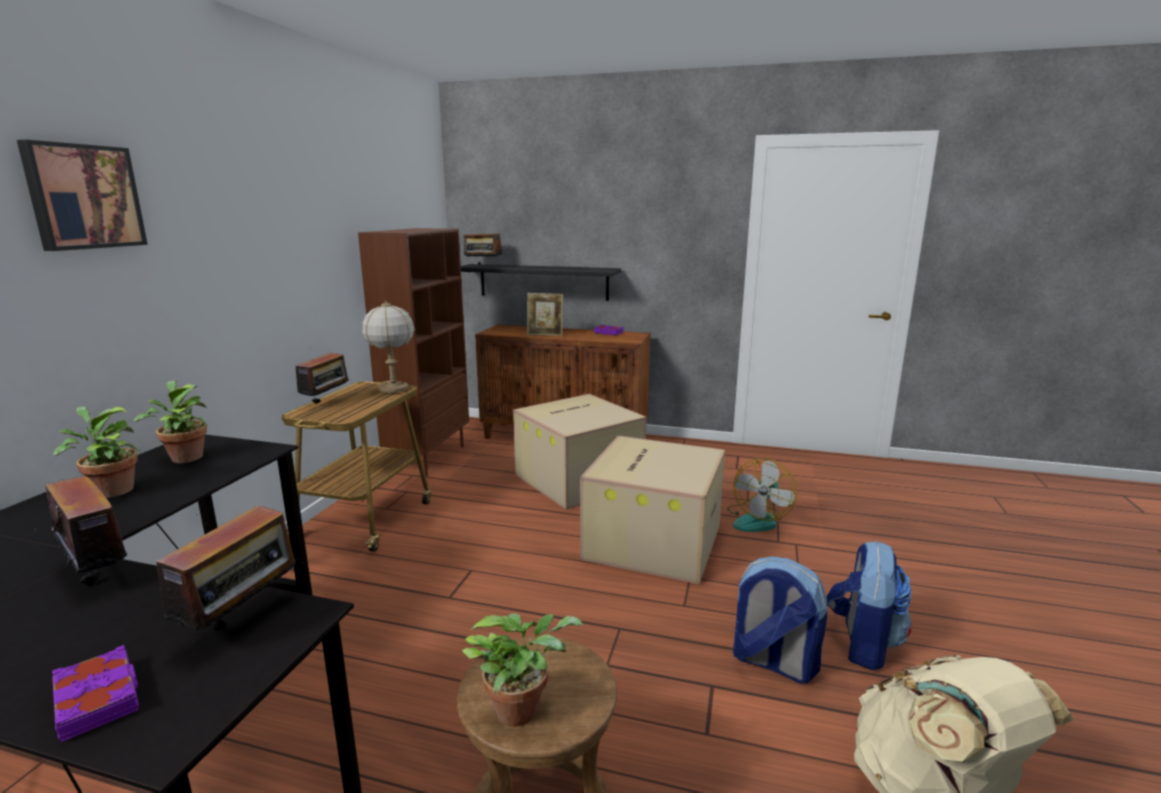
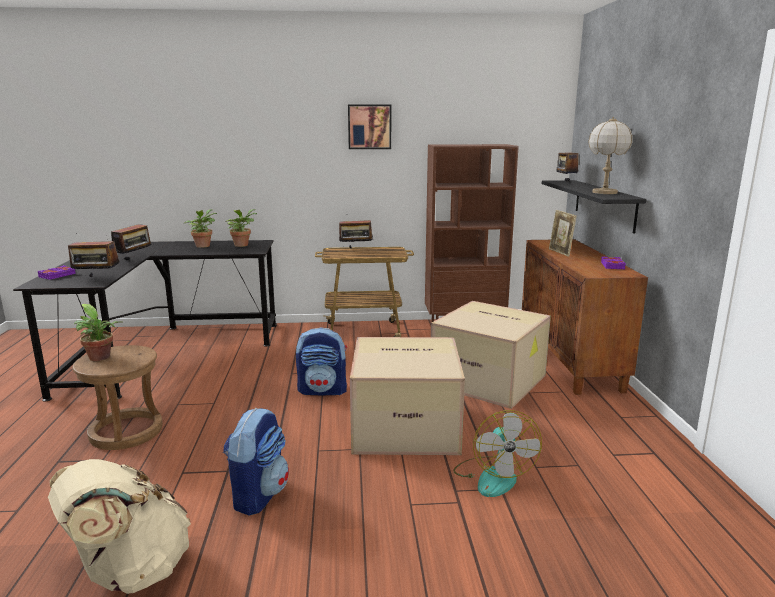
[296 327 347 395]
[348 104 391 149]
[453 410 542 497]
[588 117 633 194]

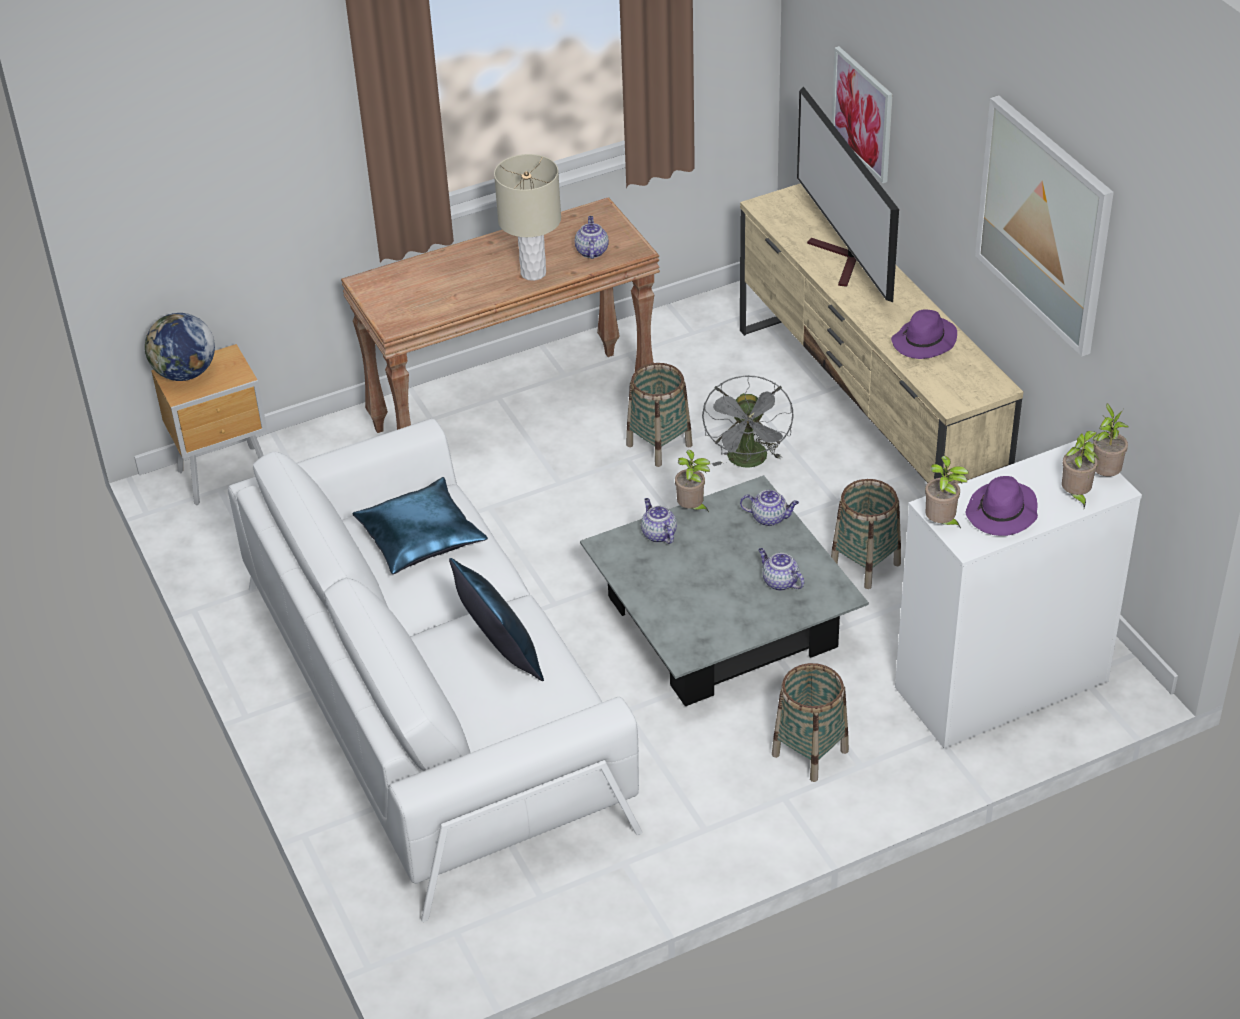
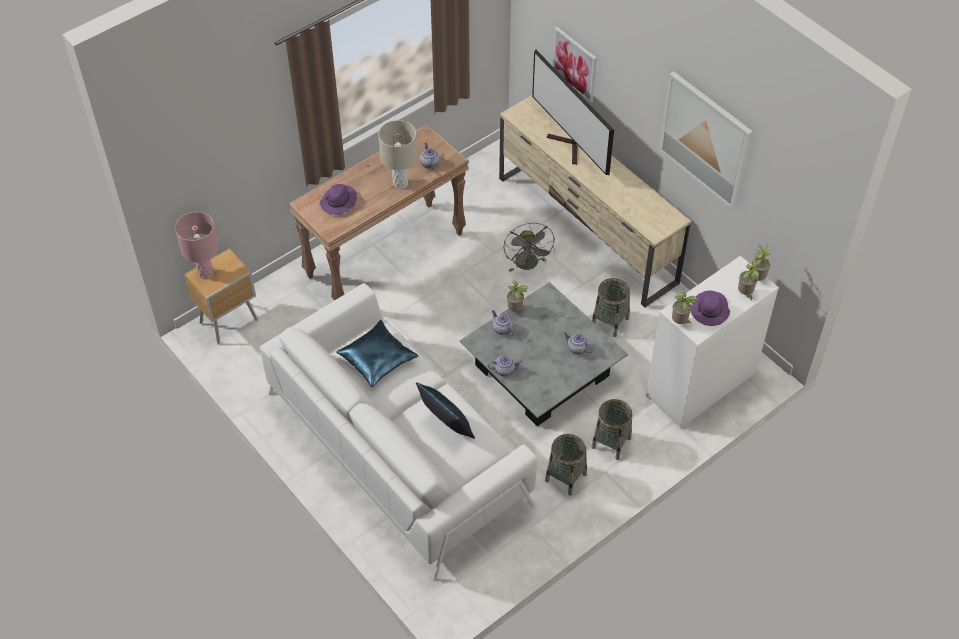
[175 212 219 279]
[320 184 357 215]
[488 356 522 376]
[545 434 587 496]

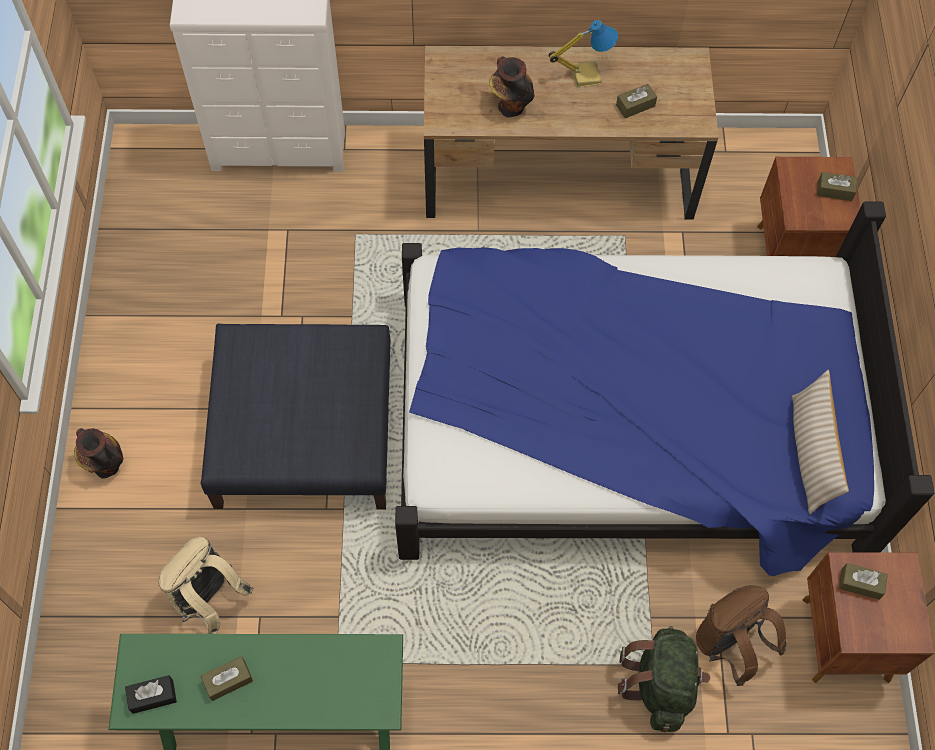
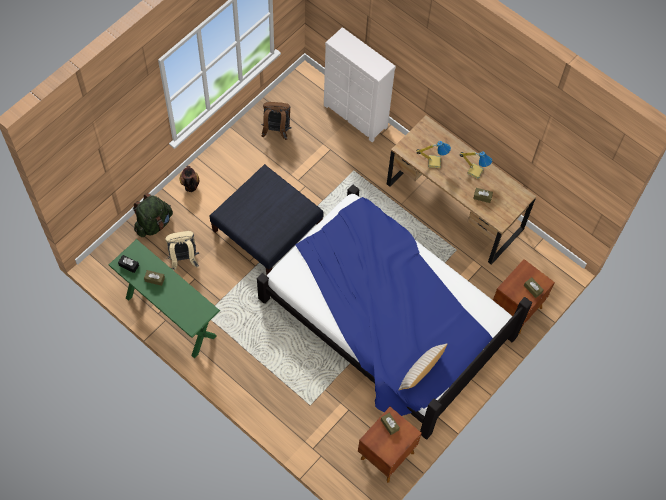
[133 193 173 237]
[261 102 291 140]
[416 141 451 168]

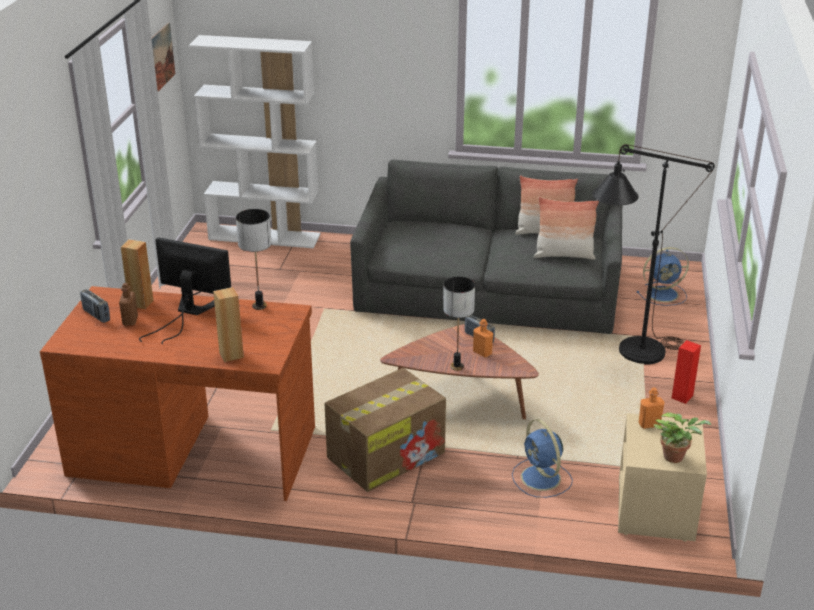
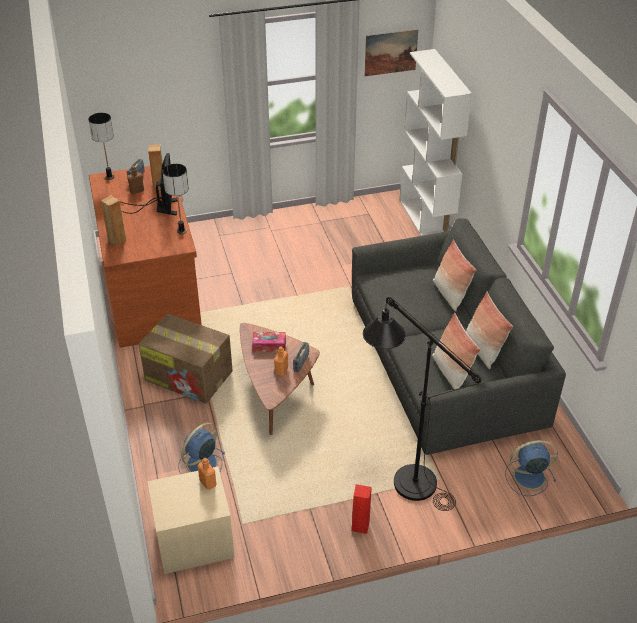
[88 113 114 180]
[252 332 286 352]
[433 239 477 312]
[505 440 558 496]
[654 412 711 463] (first image)

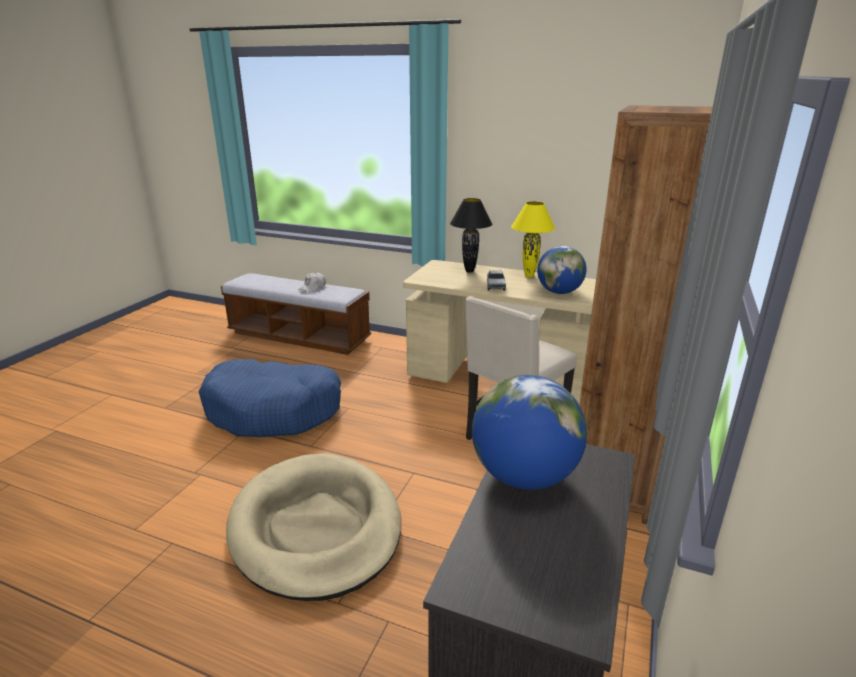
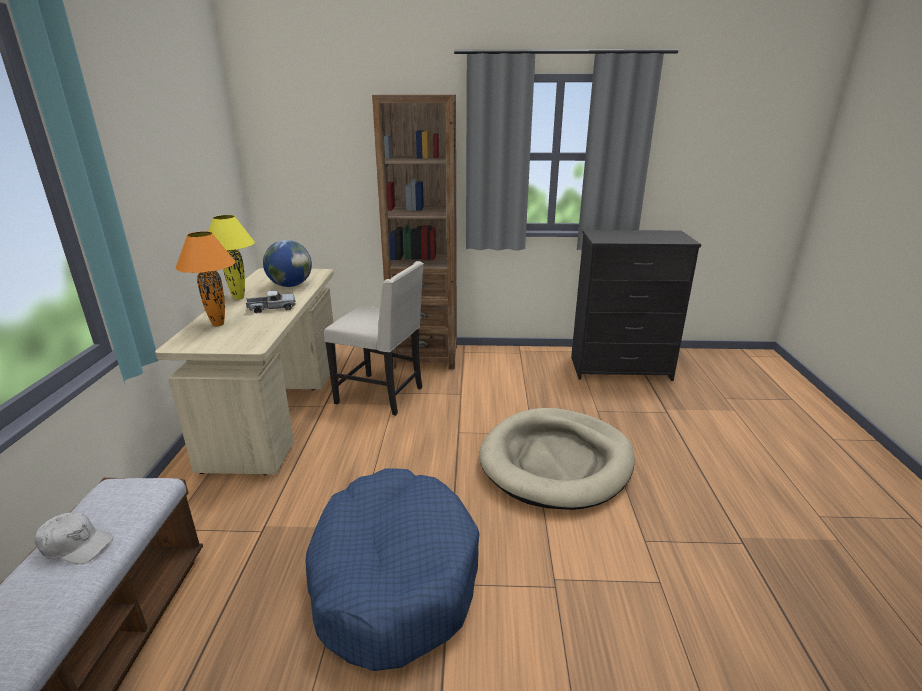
[175 231 235 326]
[472 375 587 490] (first image)

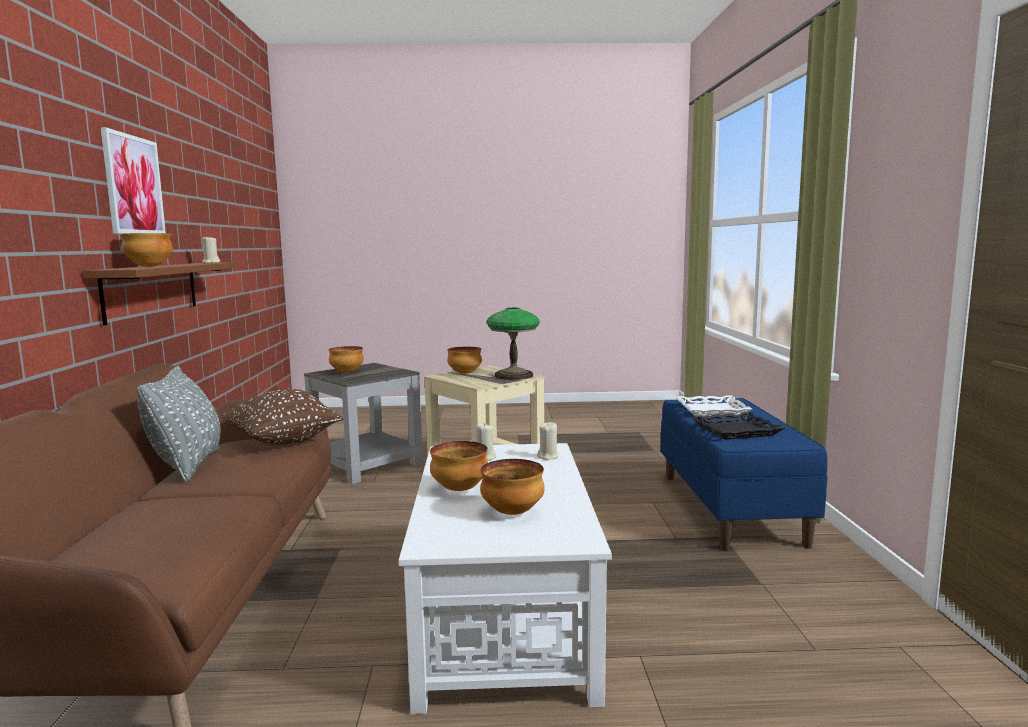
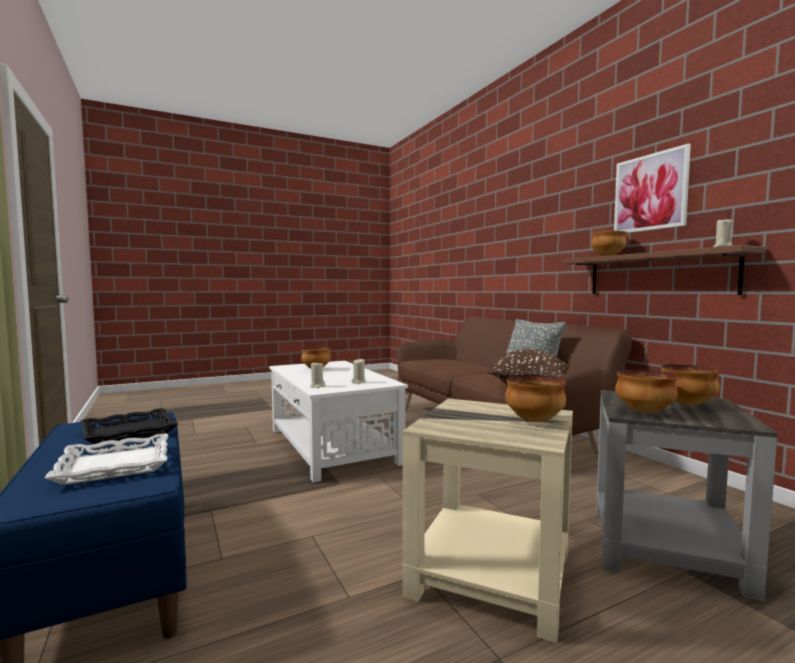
[615 369 678 413]
[487 308 540 380] (first image)

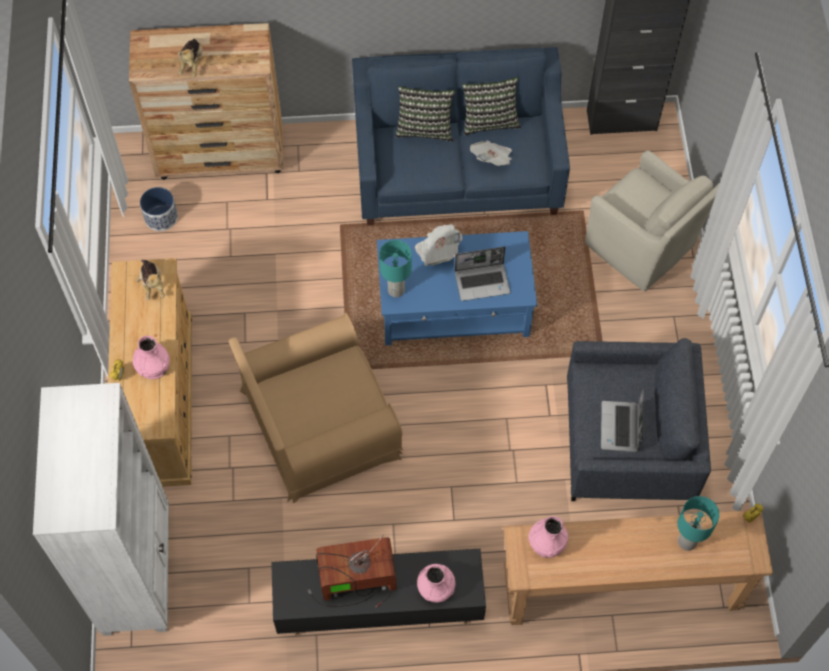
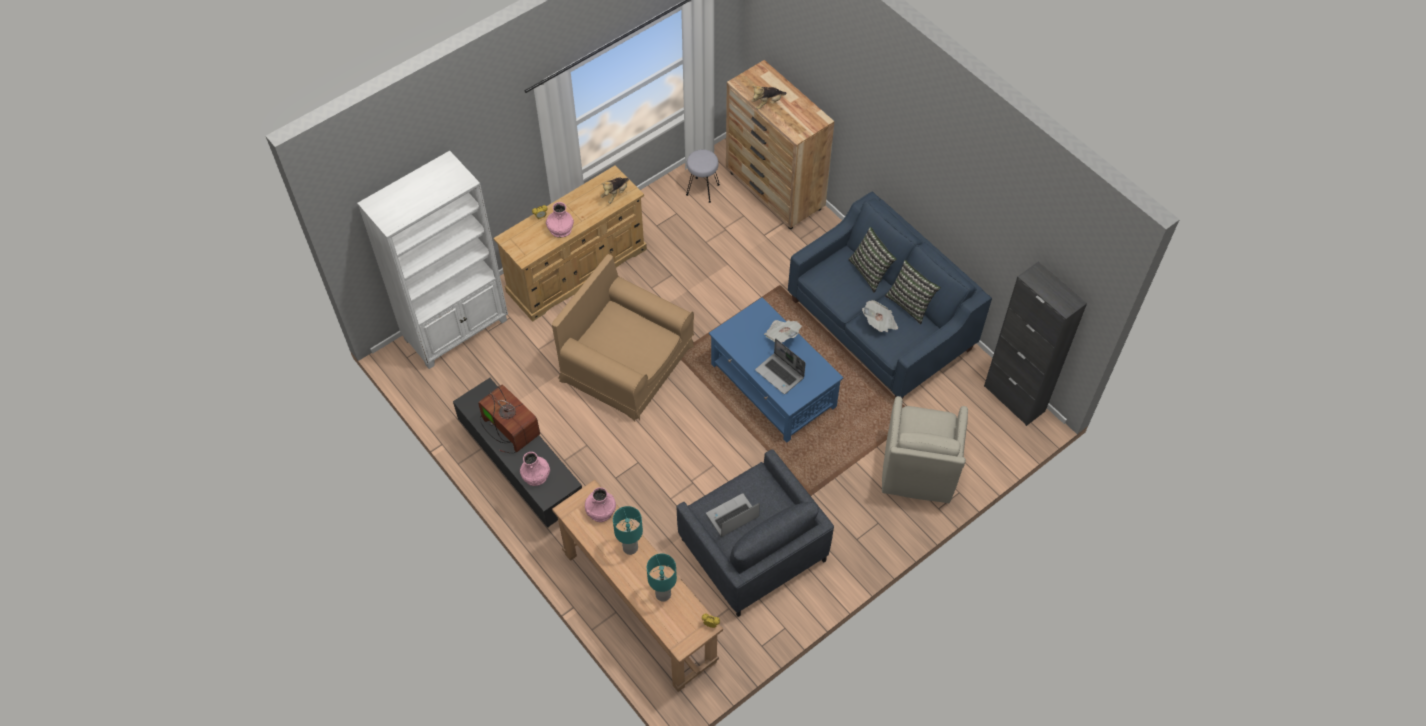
[613 506 643 555]
[686 149 720 203]

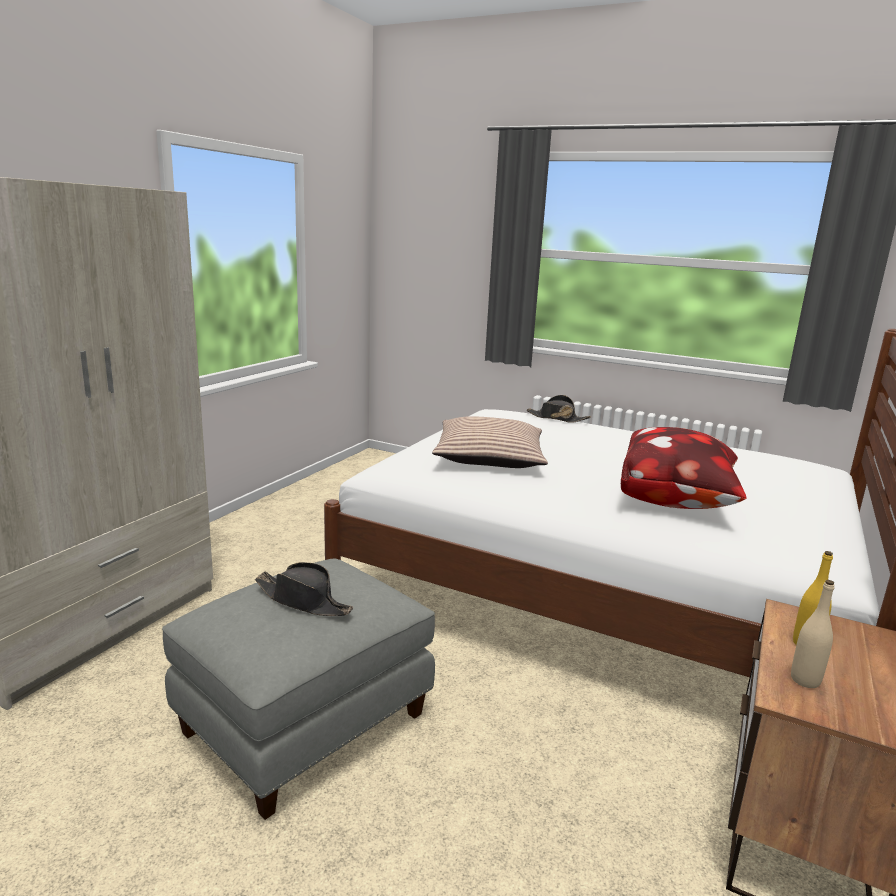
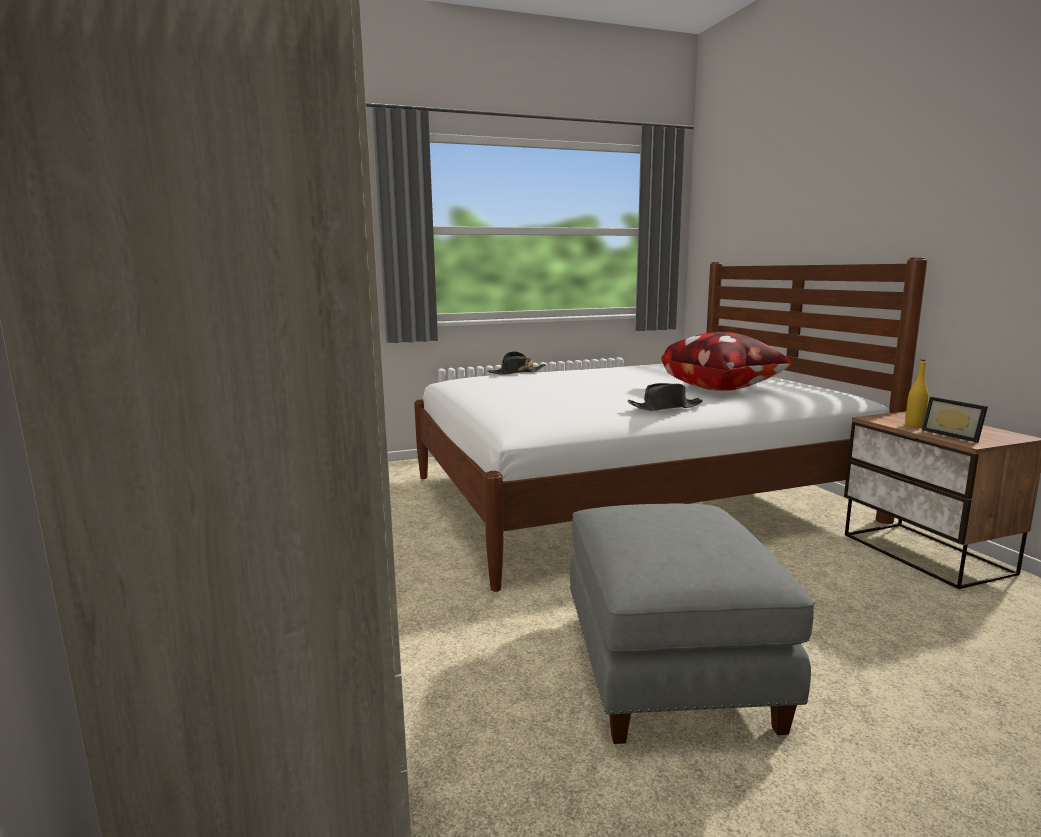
[628 383 703 411]
[922 396 988 443]
[432 416 548 468] (first image)

